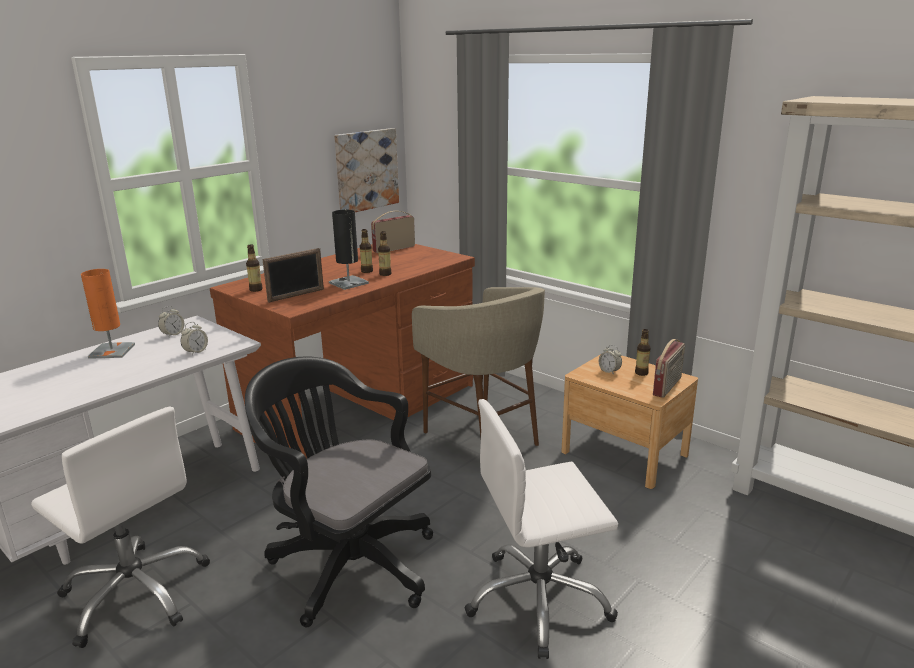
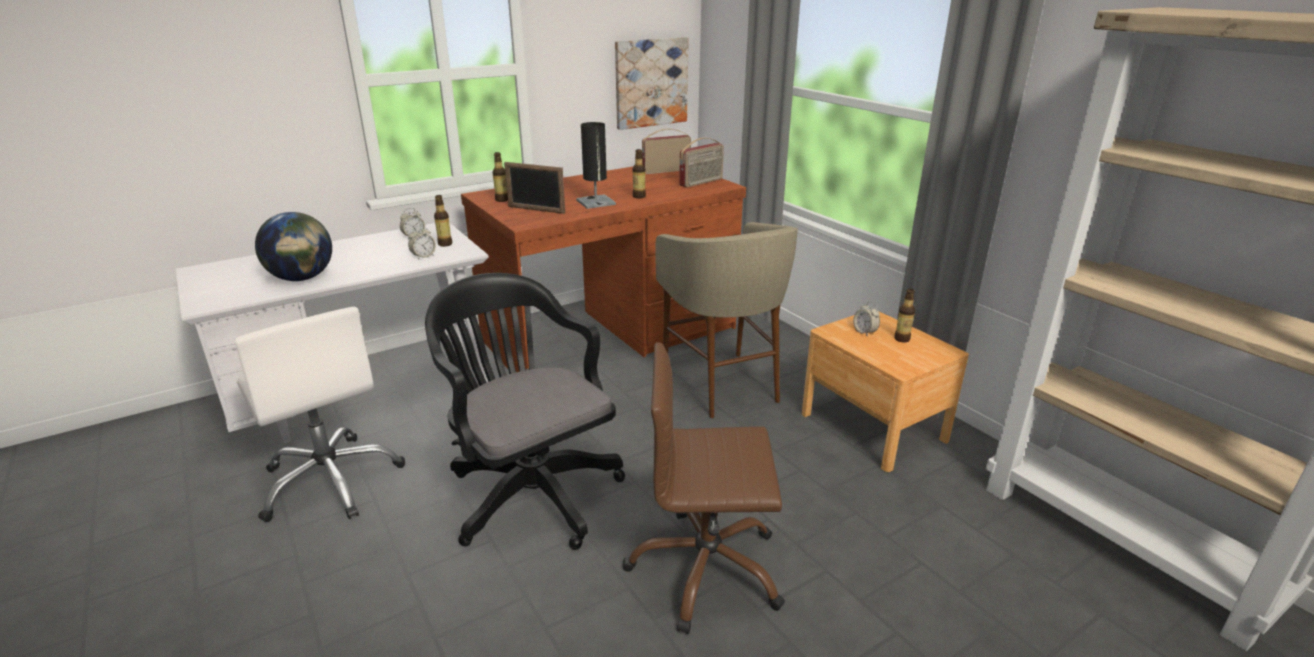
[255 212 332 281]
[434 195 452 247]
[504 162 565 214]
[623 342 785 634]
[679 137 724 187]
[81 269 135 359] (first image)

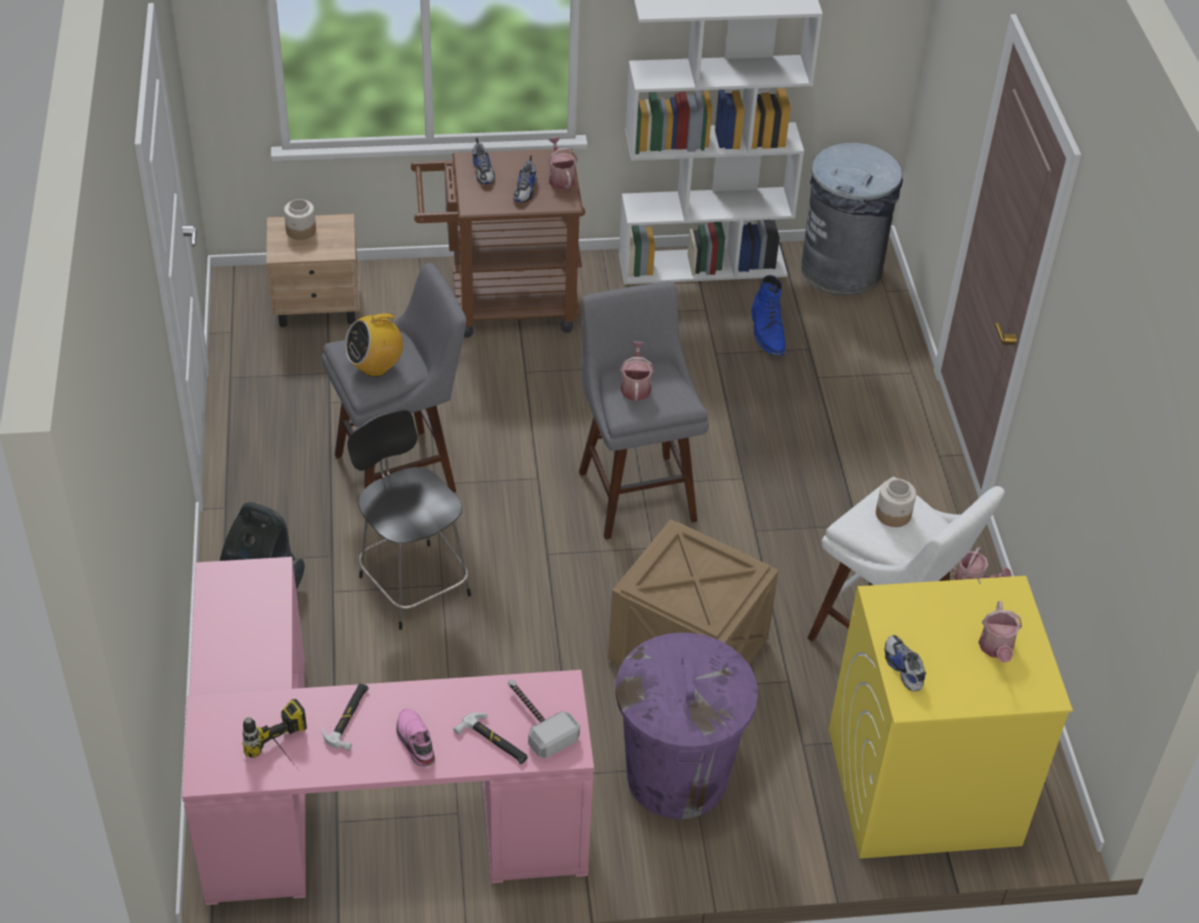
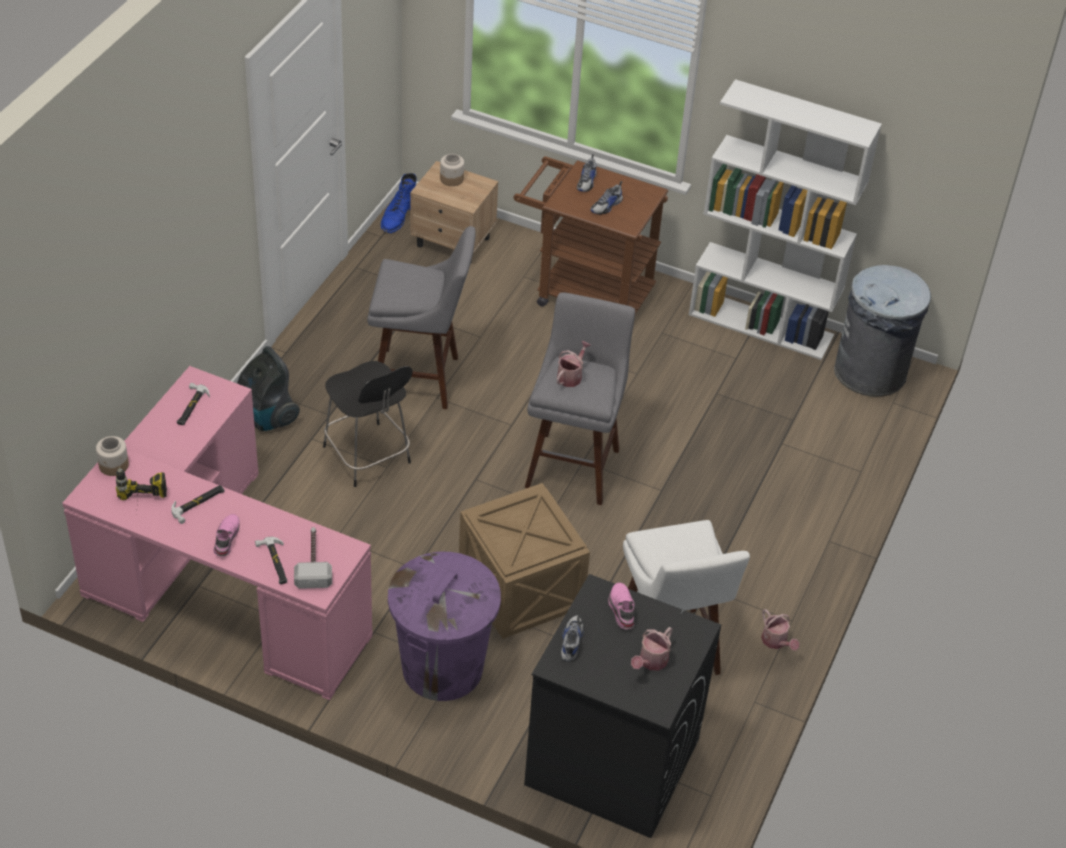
[96 436 129 476]
[177 383 210 425]
[323 361 413 487]
[381 173 417 233]
[524 574 721 838]
[608 582 634 629]
[345 308 403 377] (first image)
[548 137 578 190] (first image)

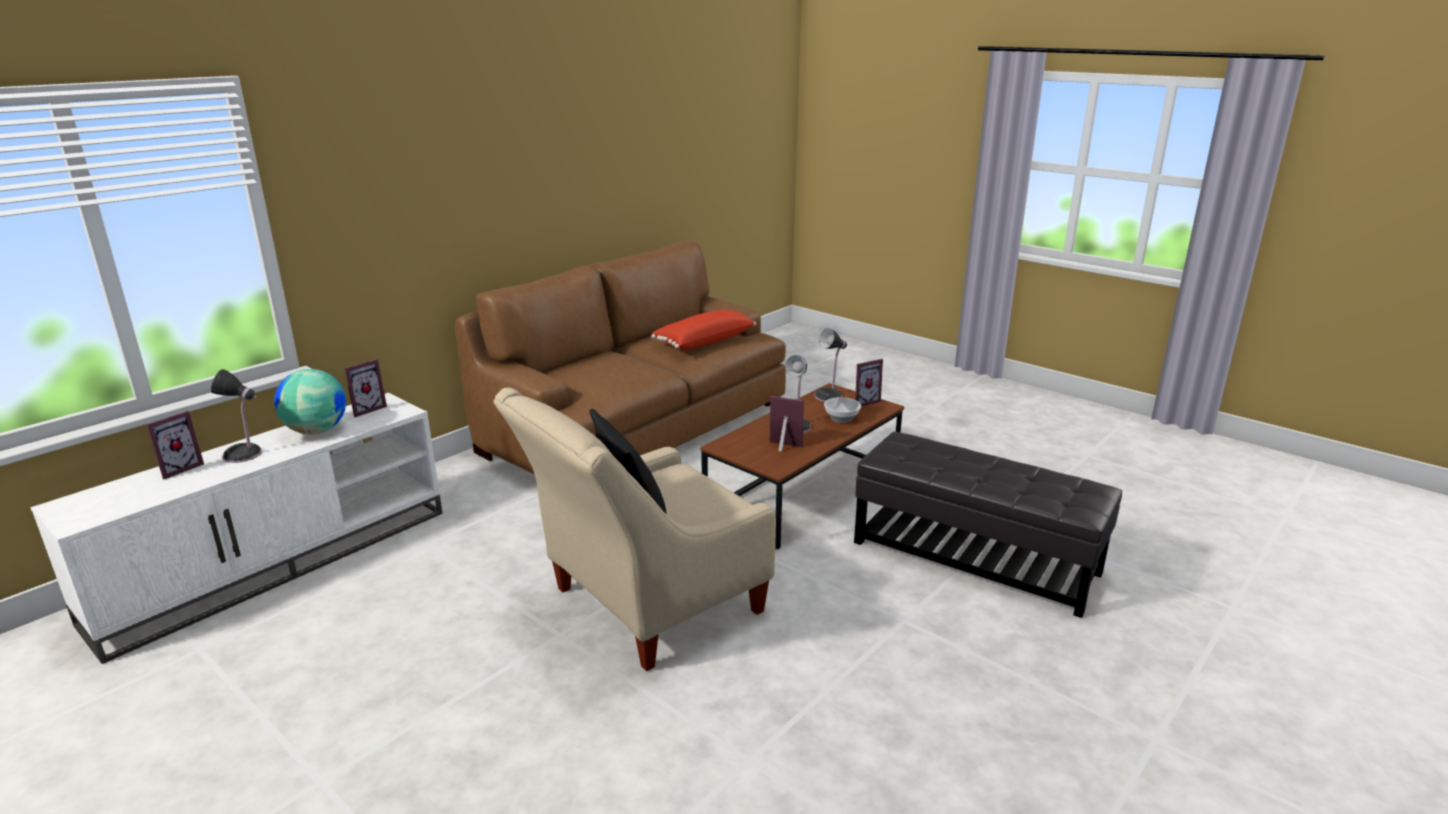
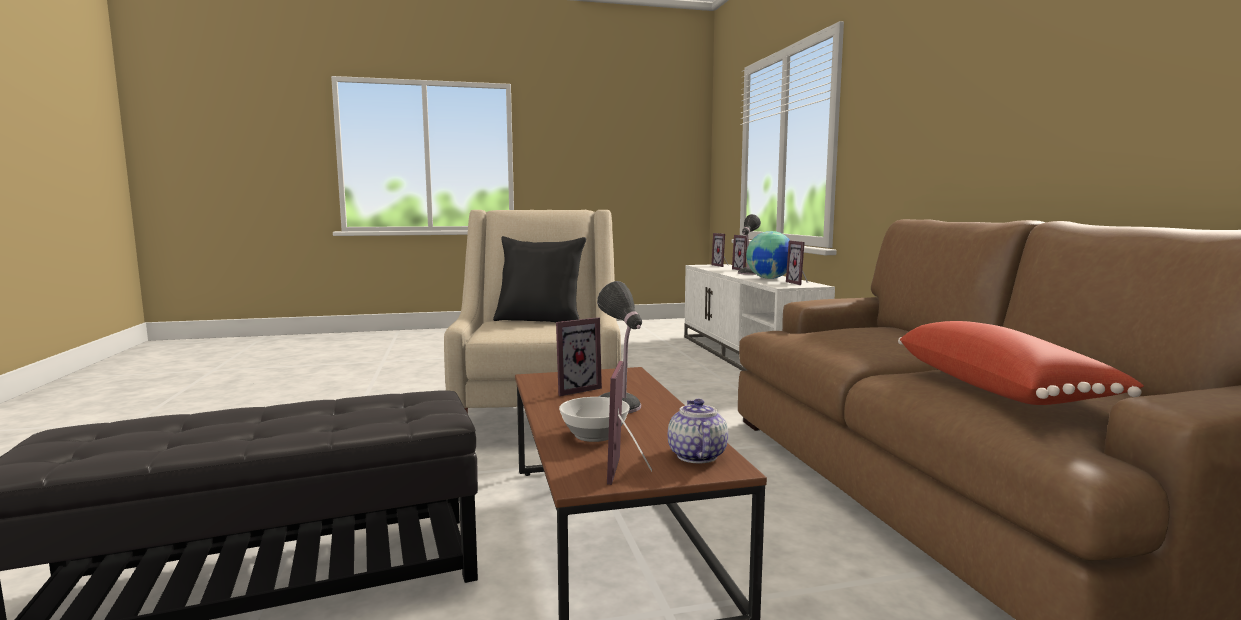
[668 399 728 463]
[711 233 728 267]

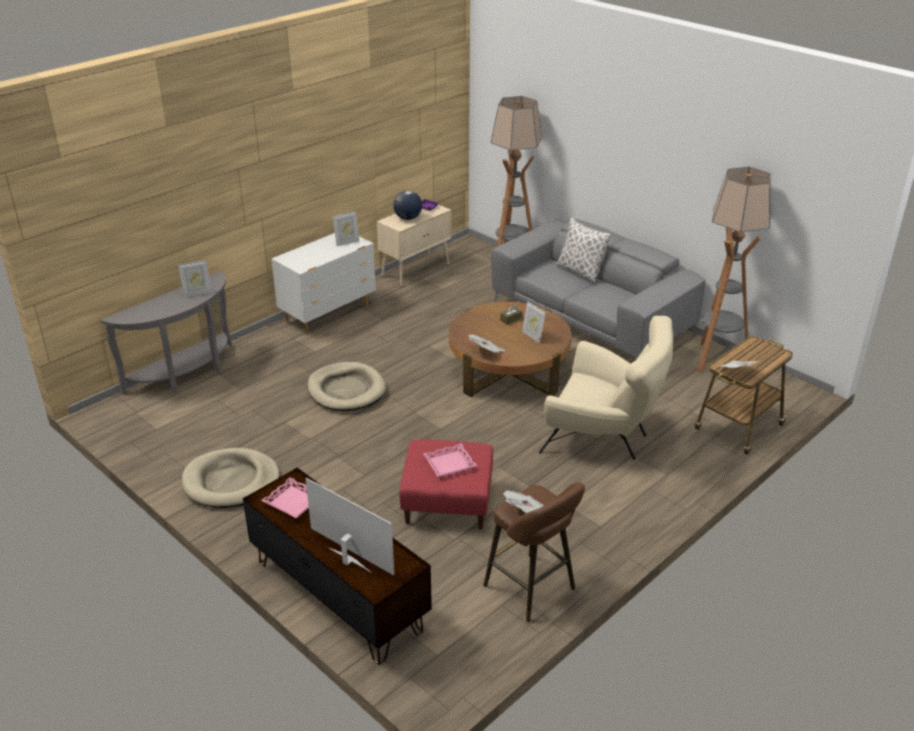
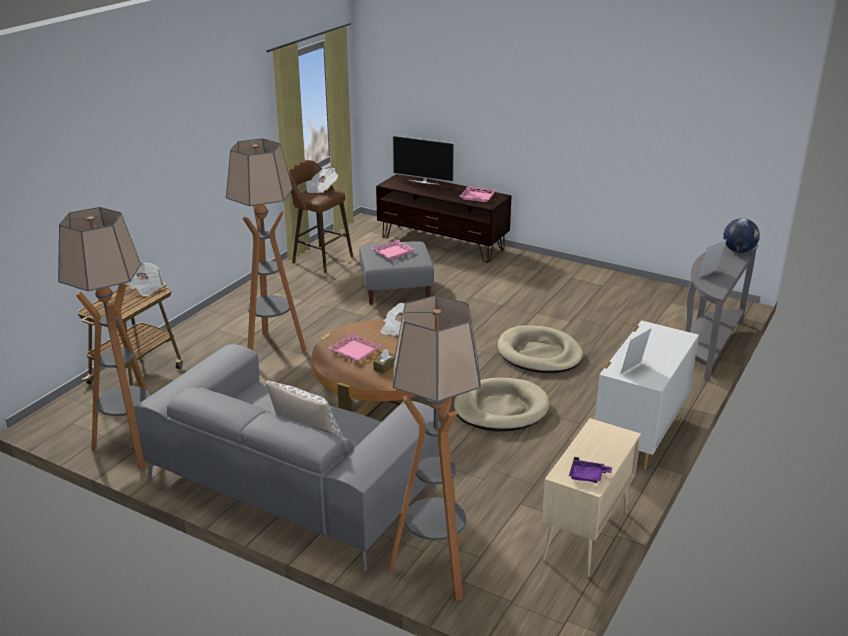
[226 138 306 353]
[328 333 382 362]
[359 242 434 305]
[454 378 550 431]
[723 218 760 253]

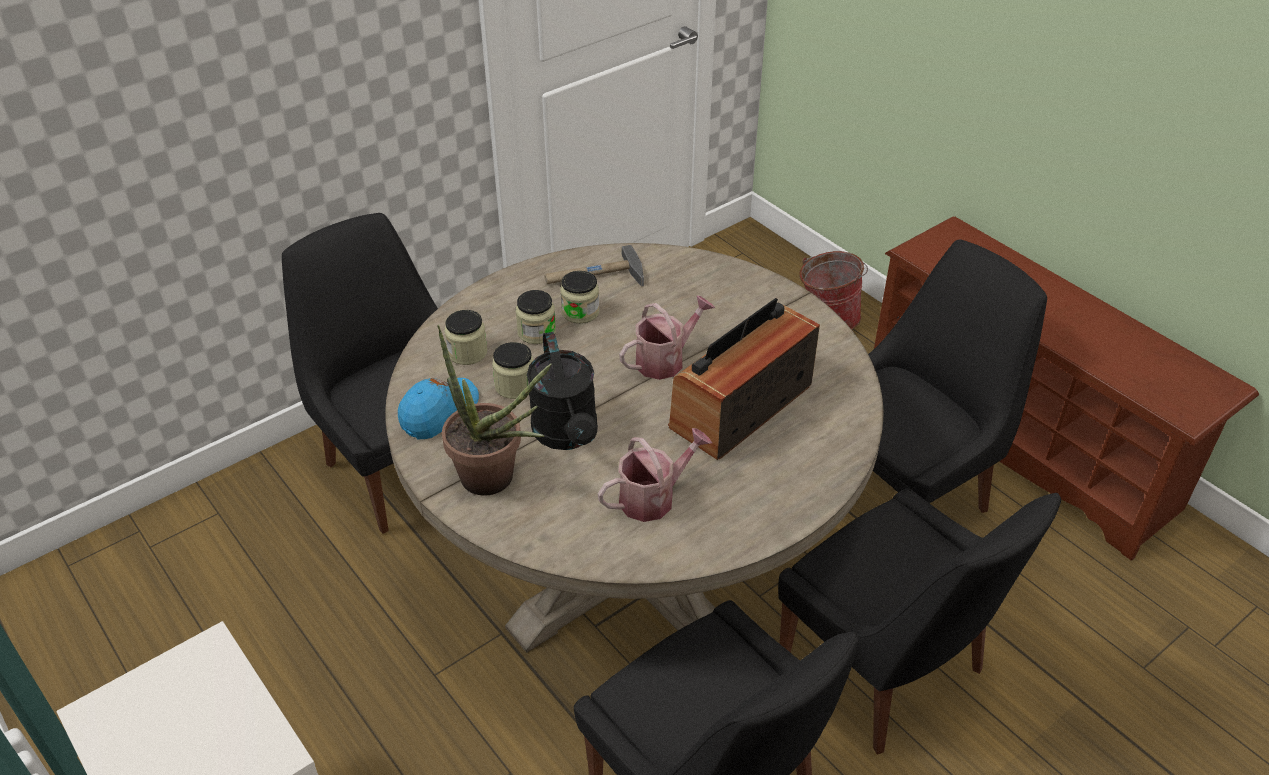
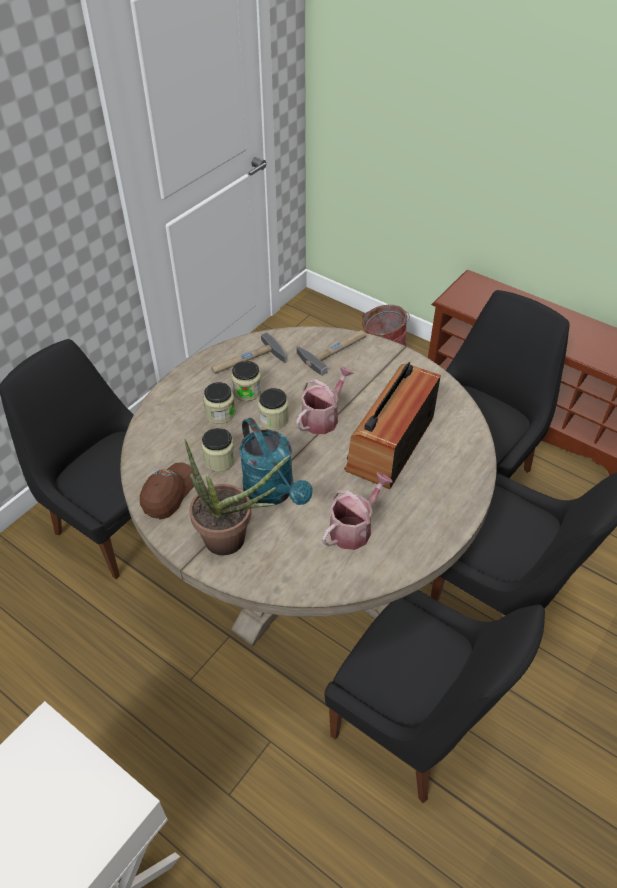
[140 463 196 520]
[239 418 313 505]
[258 388 289 430]
[296 330 366 376]

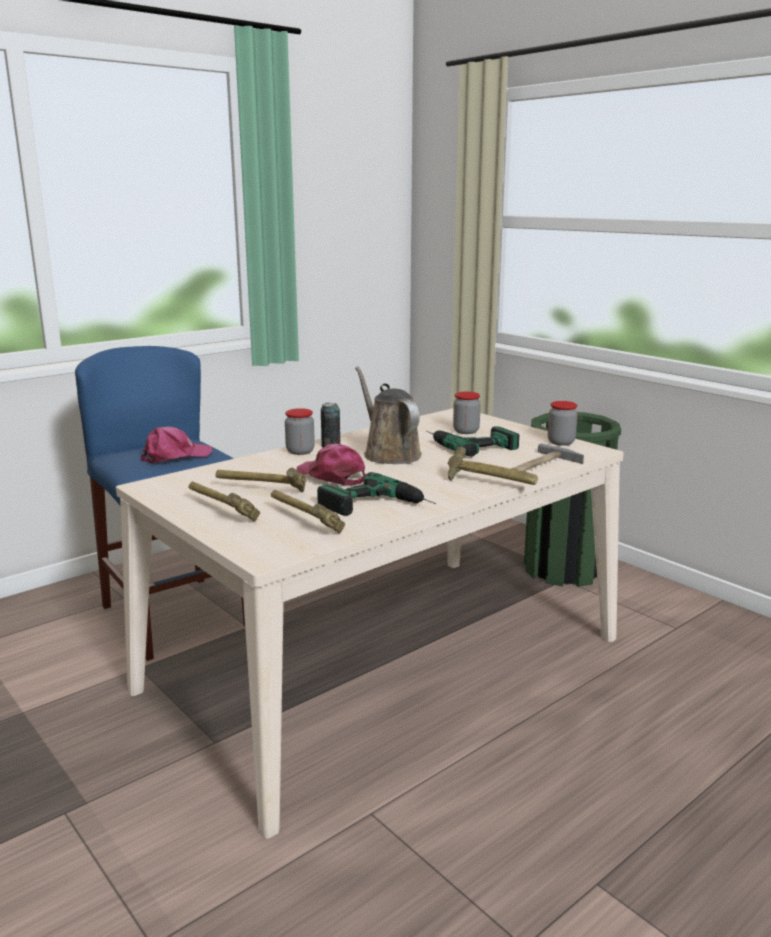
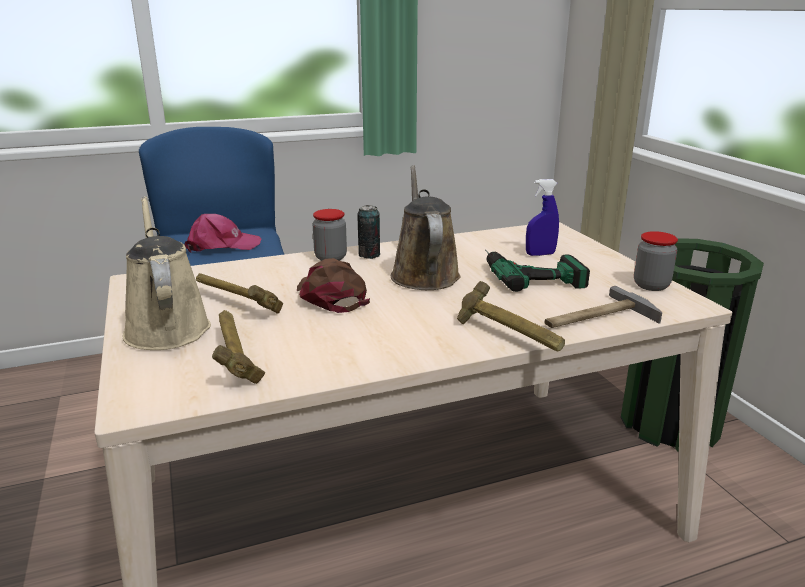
[123 196 211 350]
[297 258 370 313]
[526 179 559 256]
[317 472 436 516] (first image)

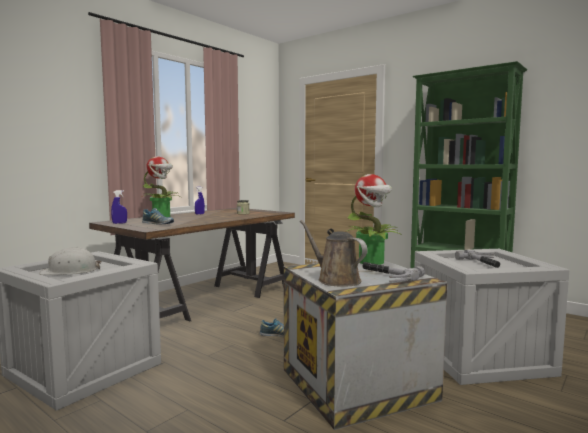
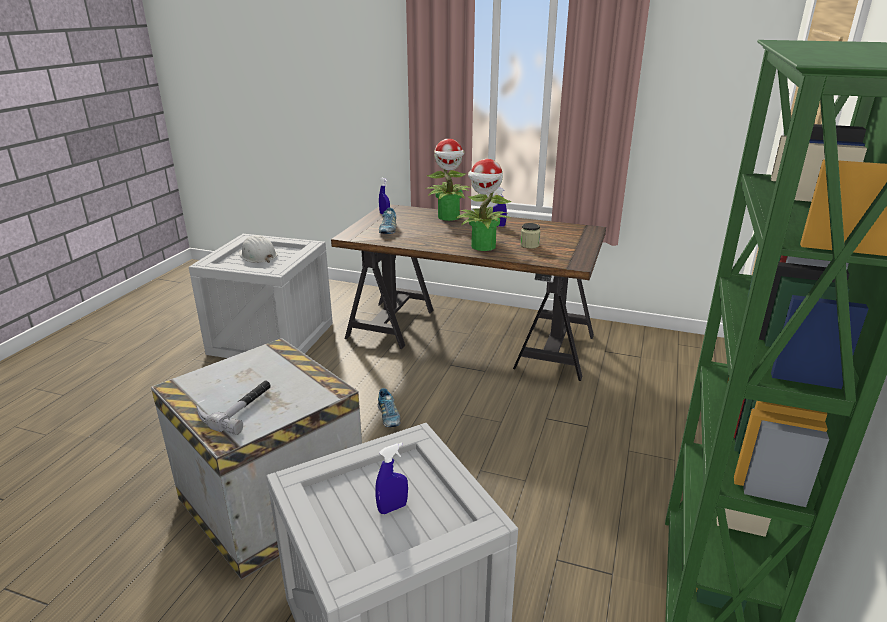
[375 442 408 514]
[455 159 512 251]
[300 220 368 287] (first image)

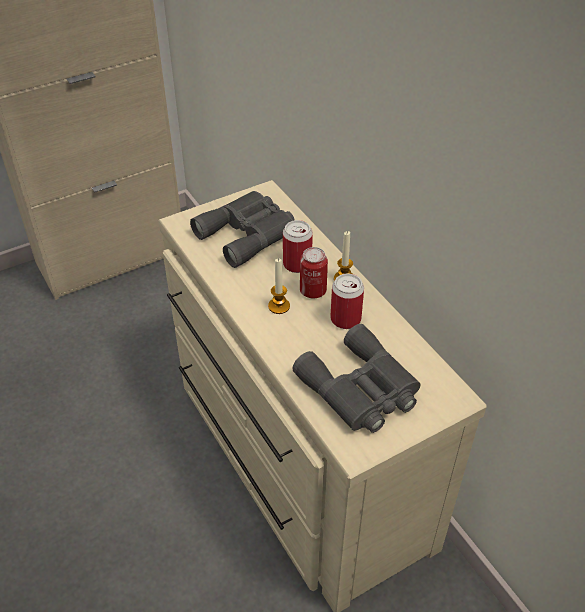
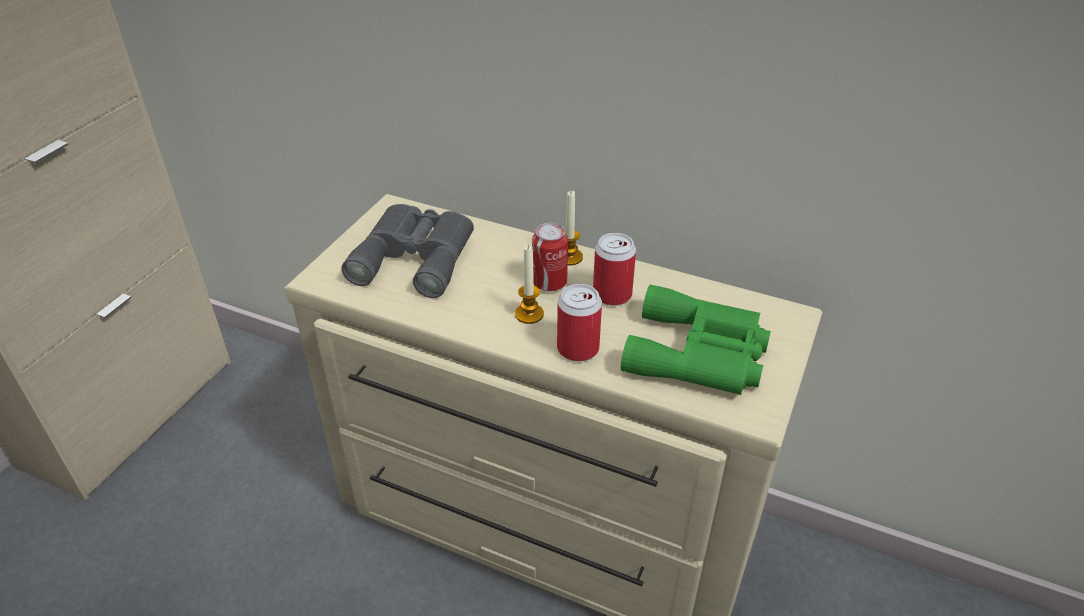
[557 284 602 361]
[621 285 771 395]

